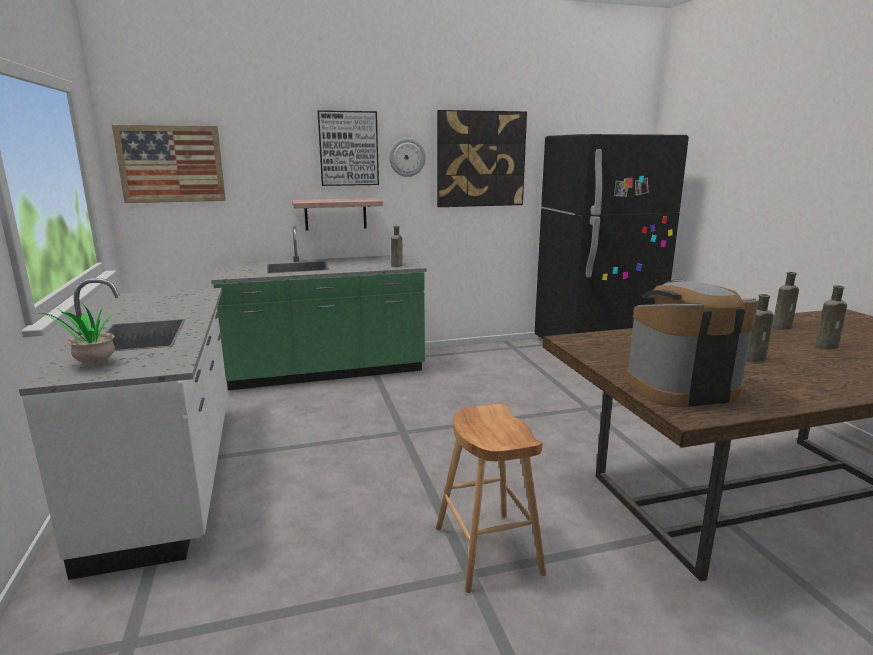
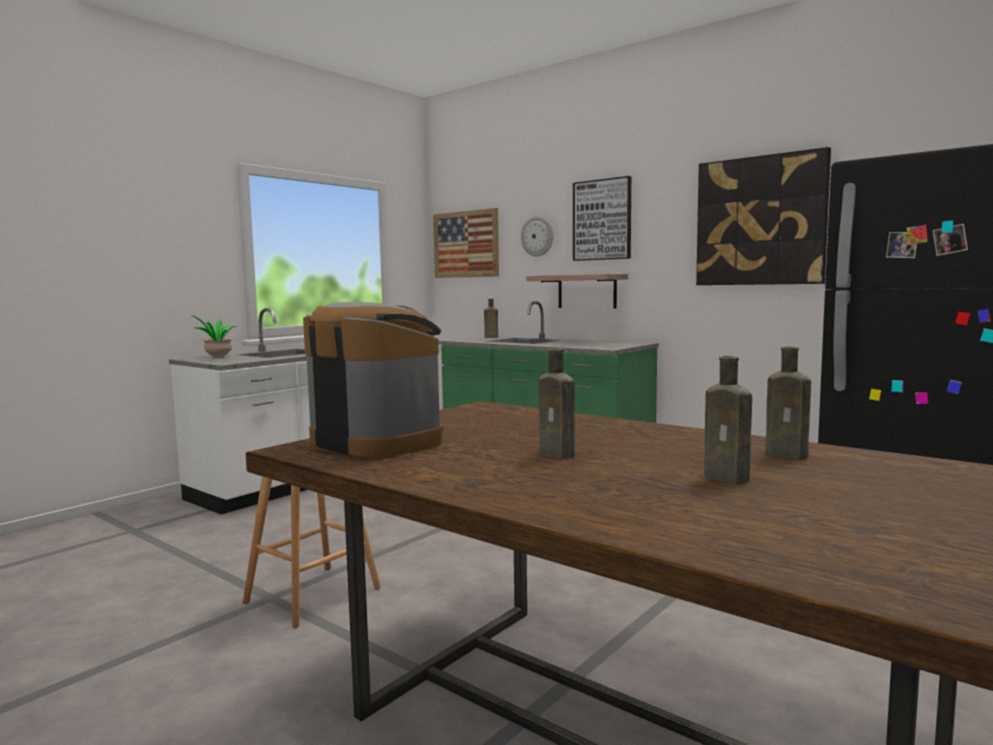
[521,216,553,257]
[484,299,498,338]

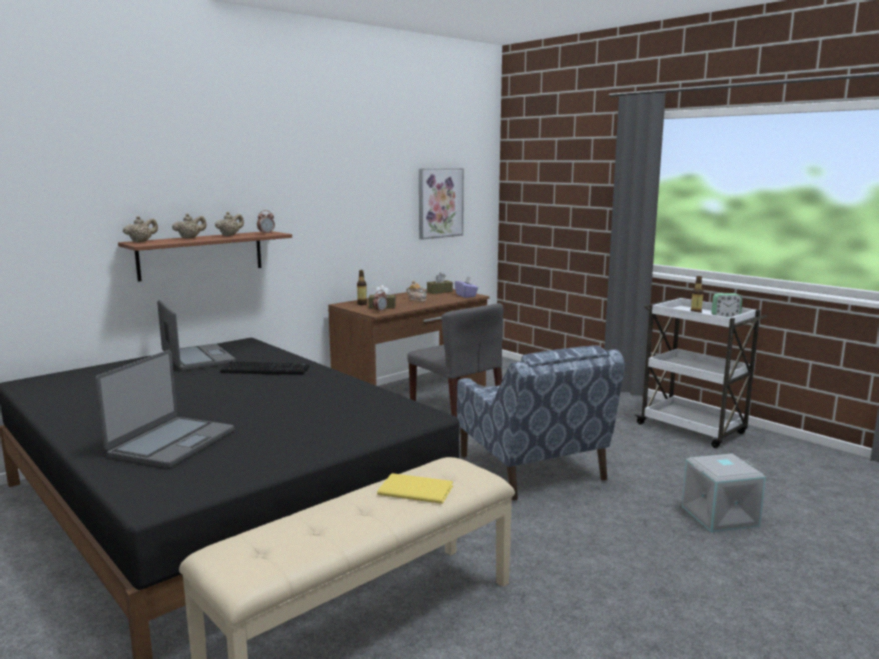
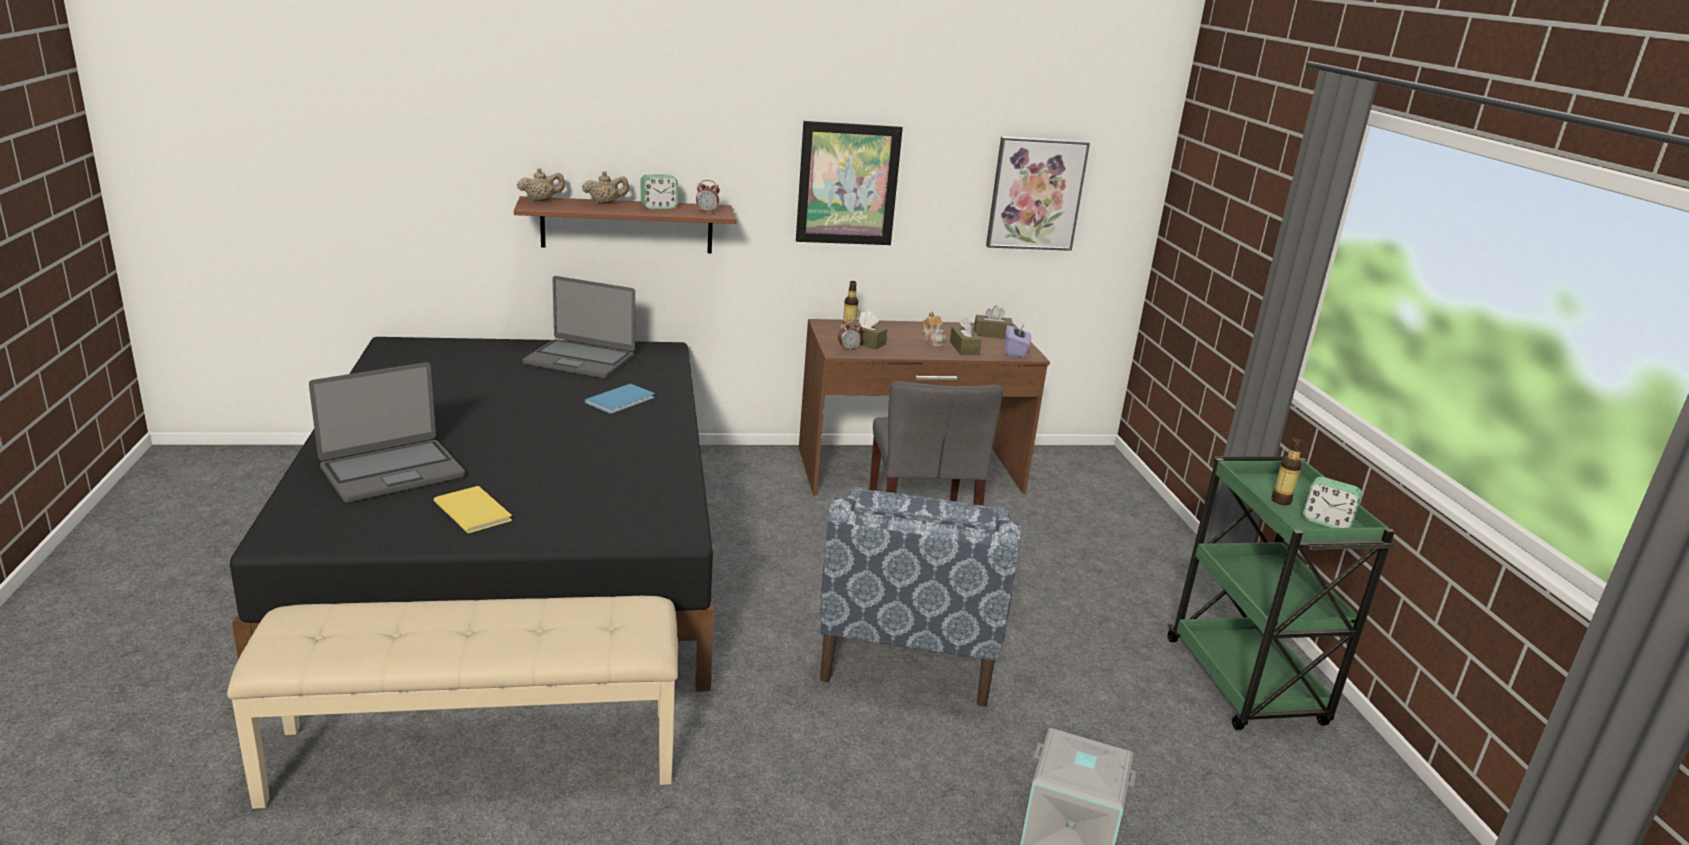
[522,276,635,378]
[641,174,678,209]
[584,384,655,414]
[434,486,512,533]
[1167,456,1396,730]
[796,121,903,245]
[950,317,981,355]

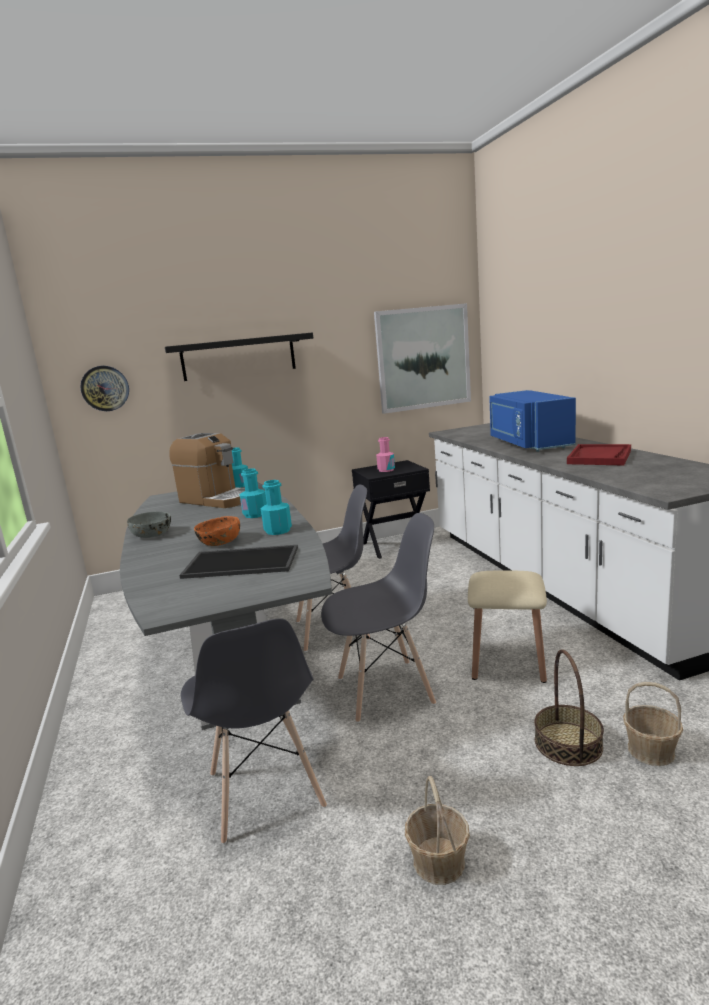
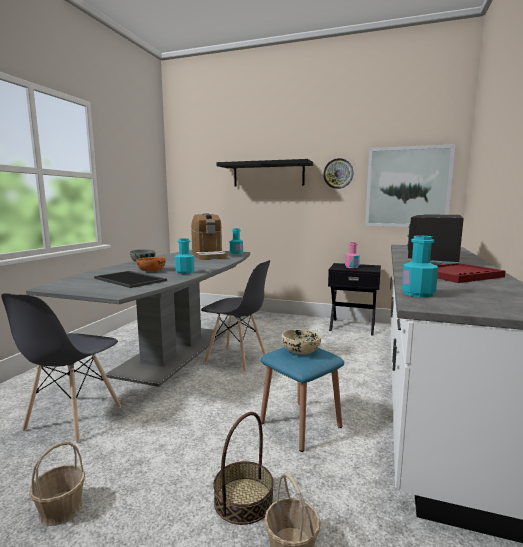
[323,158,353,189]
[402,236,438,297]
[321,513,436,723] (first image)
[260,347,344,452]
[407,214,464,264]
[282,329,321,354]

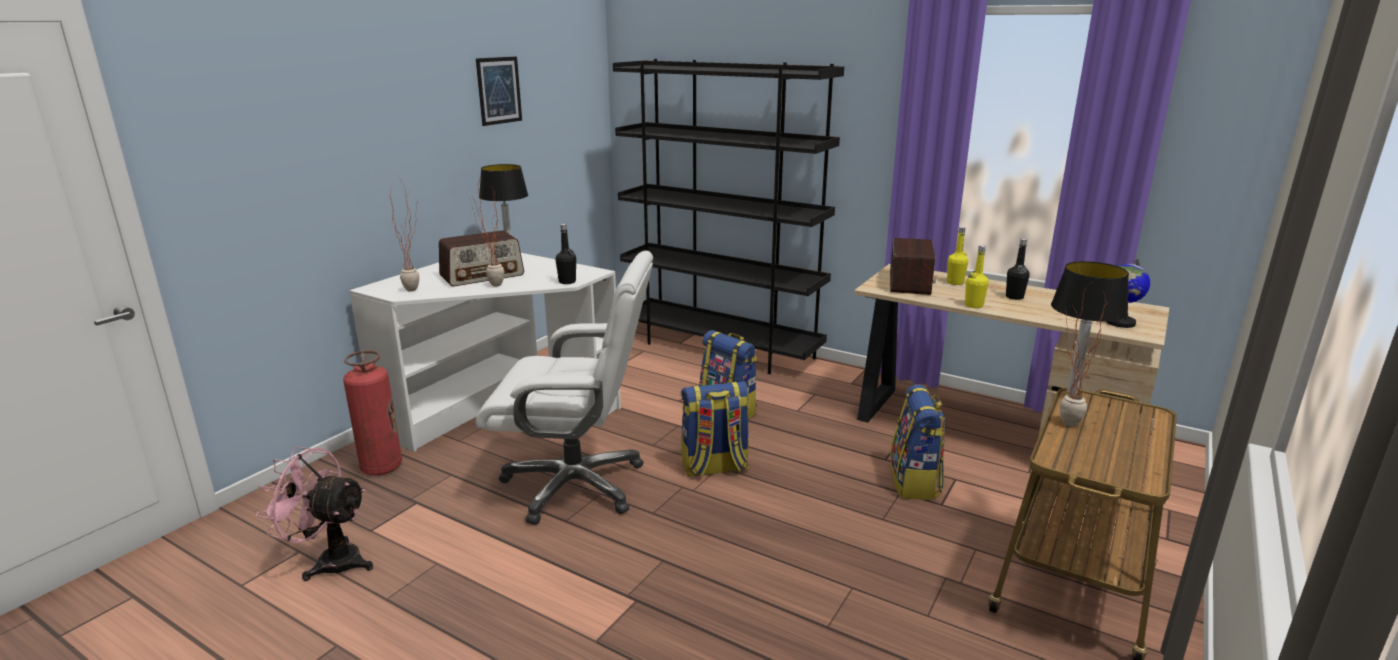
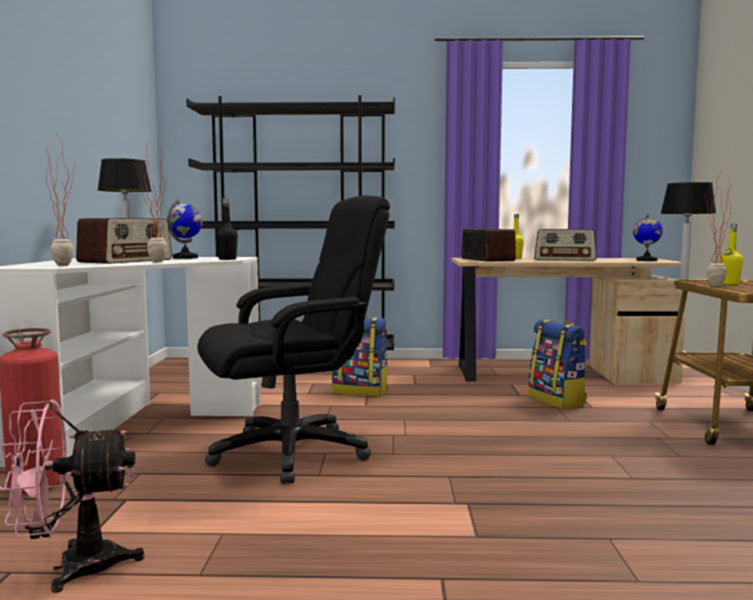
[476,56,522,126] (first image)
[198,195,390,484]
[681,381,749,478] (first image)
[720,224,743,285]
[534,229,597,261]
[167,199,202,259]

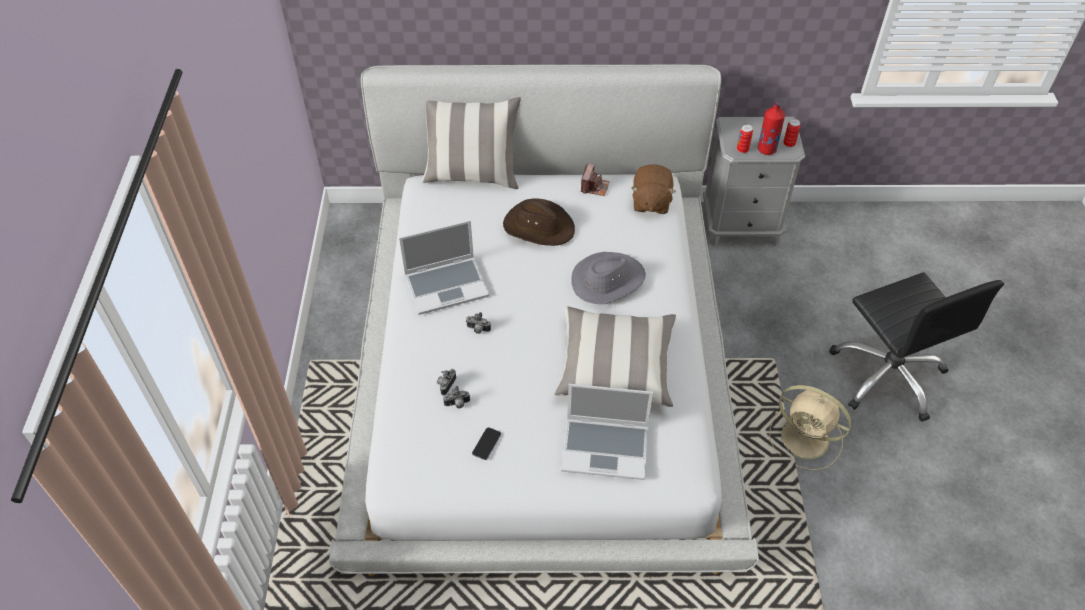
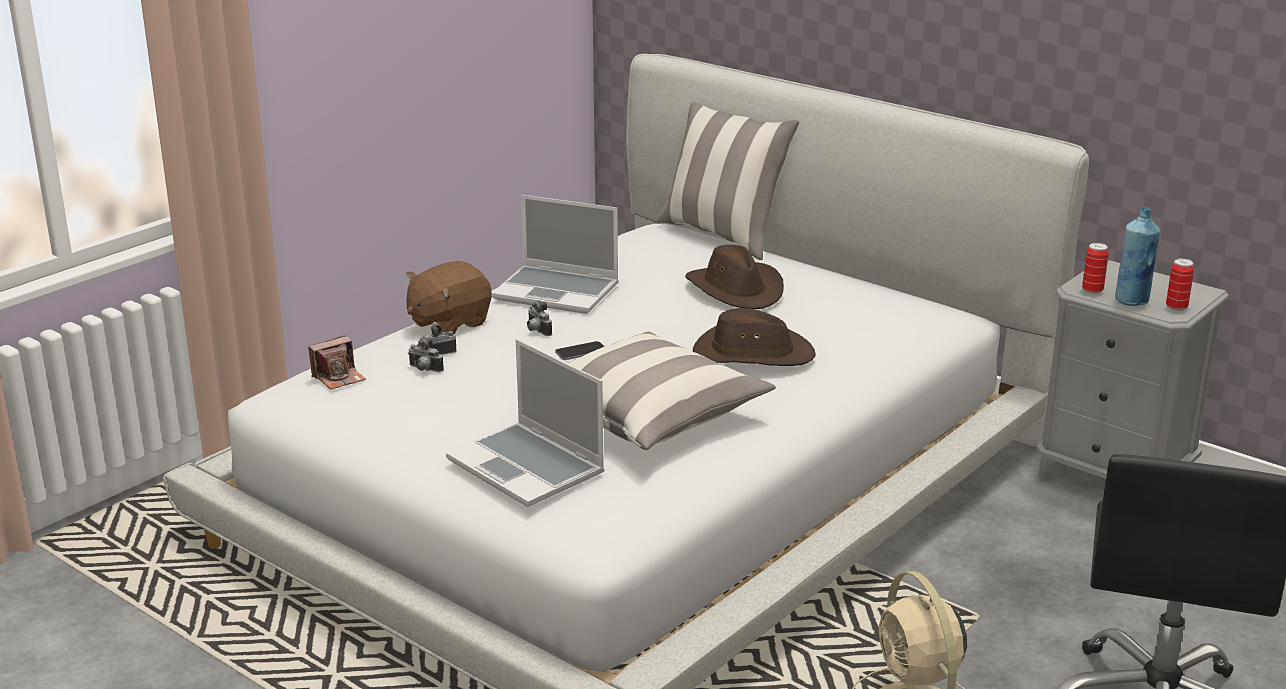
[555,341,605,360]
[693,308,816,366]
[308,335,366,390]
[406,261,492,334]
[1115,207,1160,306]

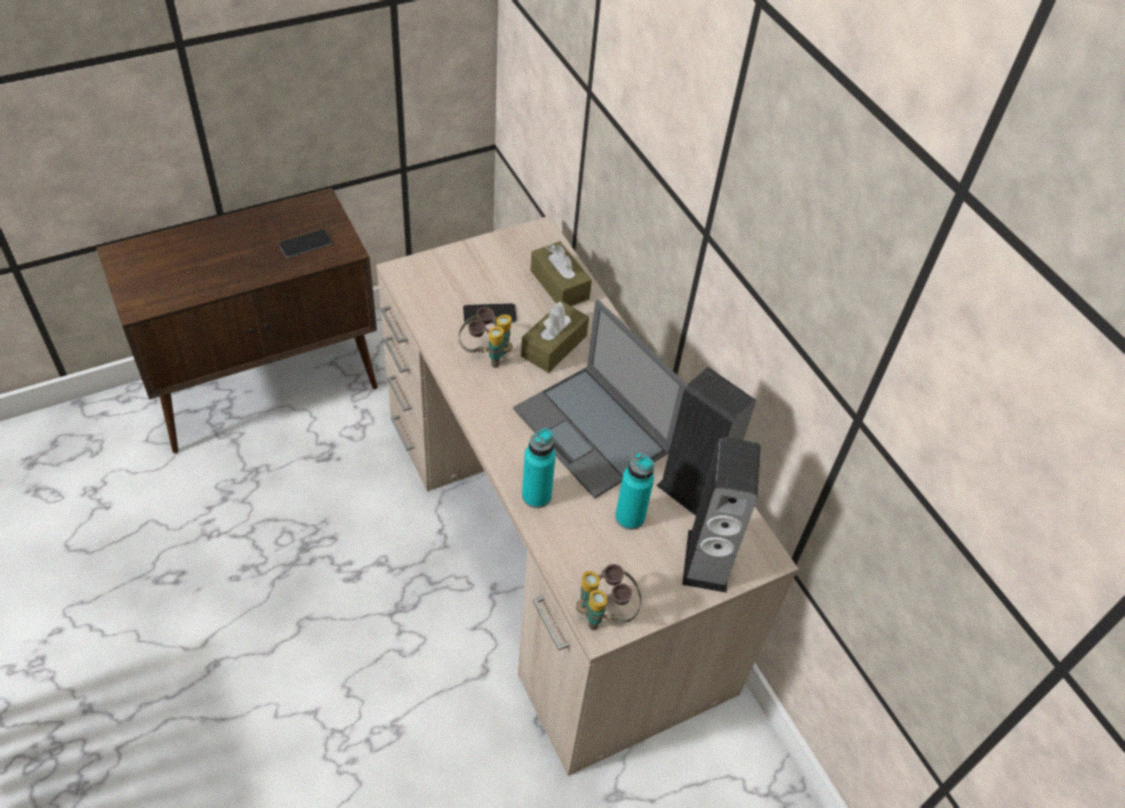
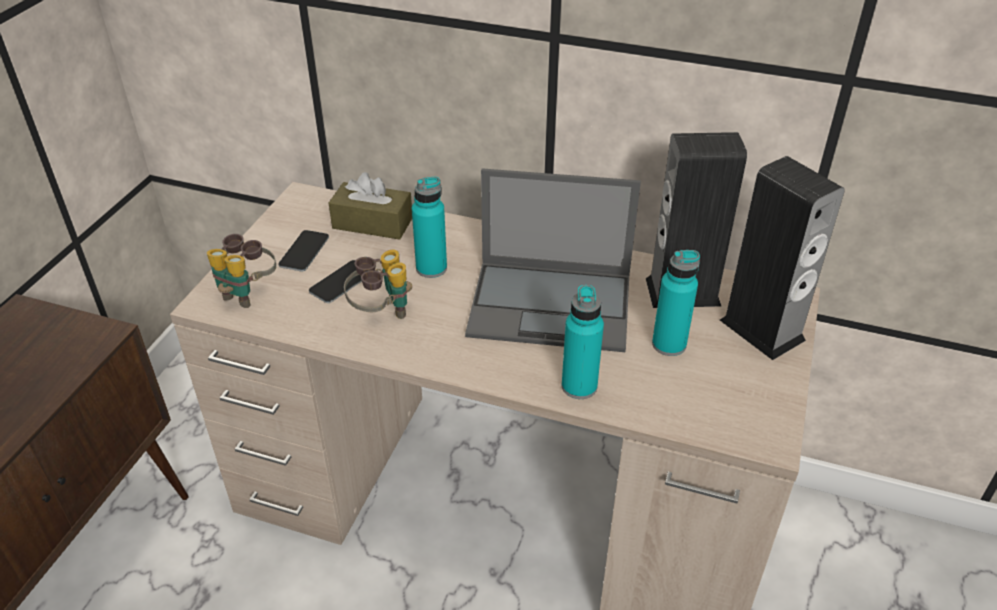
[279,230,329,271]
[412,177,447,278]
[207,234,276,308]

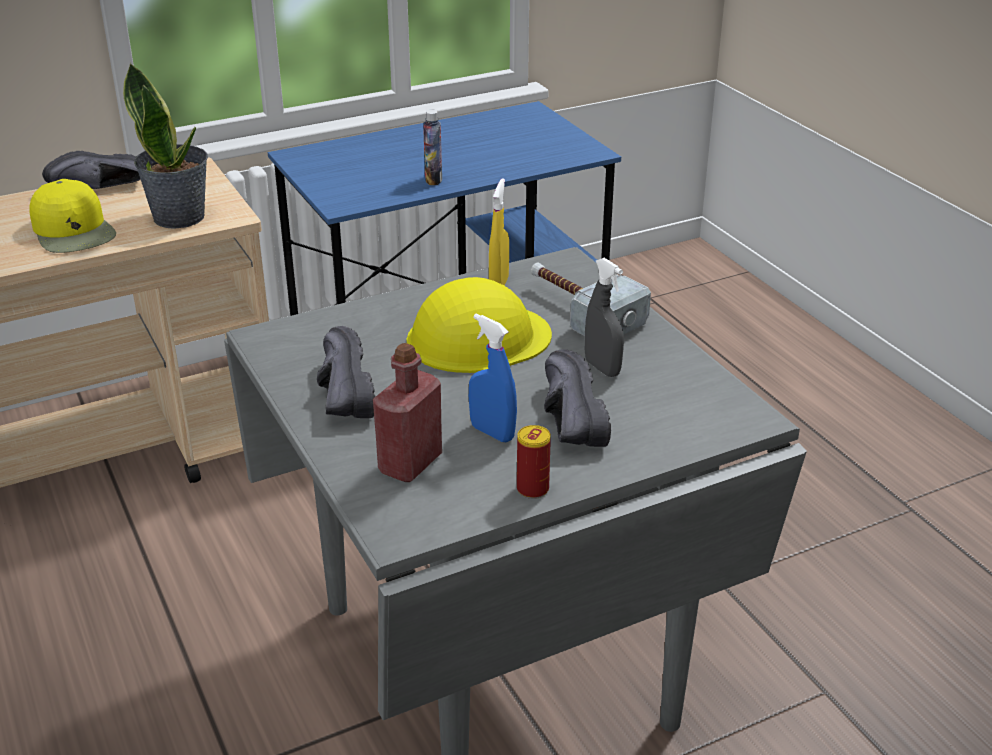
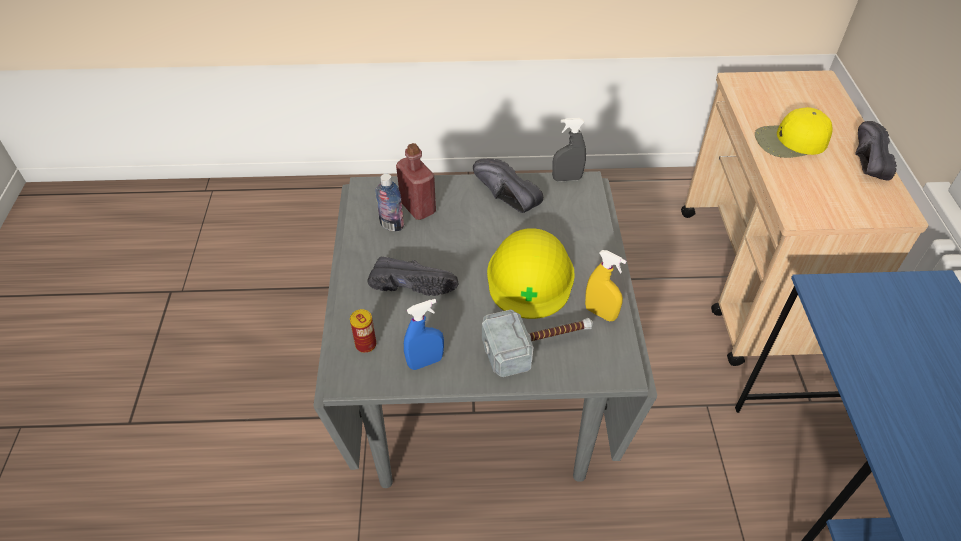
[123,63,208,229] (first image)
[473,158,543,213]
[375,174,404,231]
[404,299,444,370]
[350,309,376,353]
[552,118,586,182]

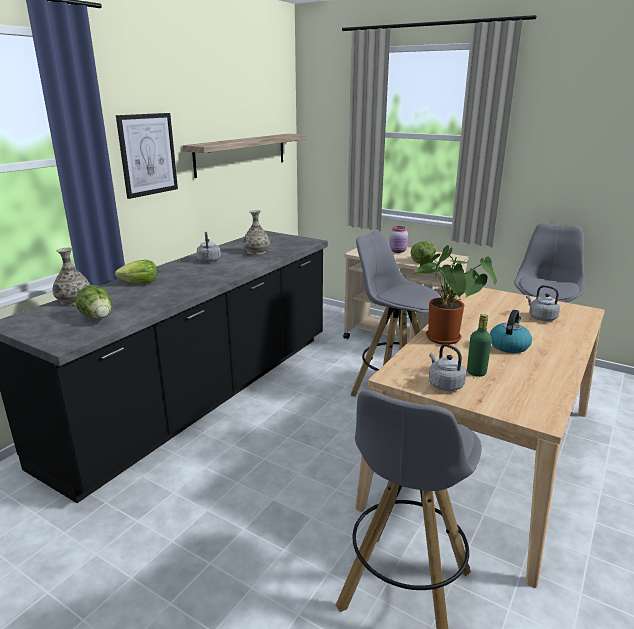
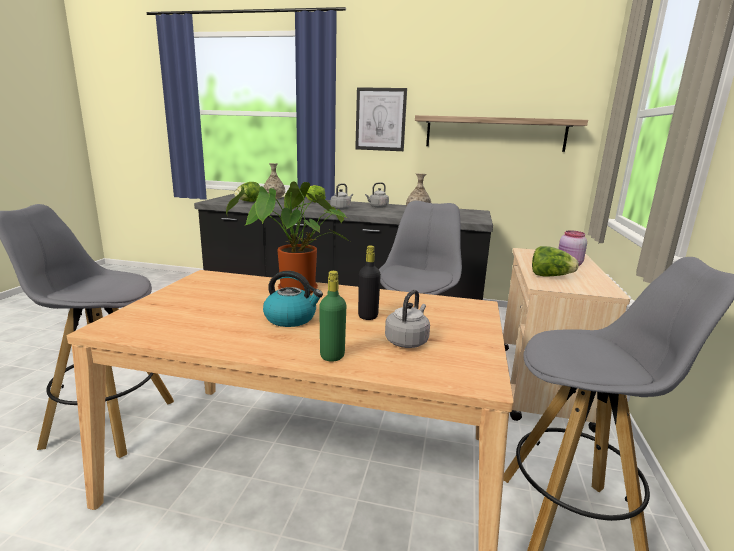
[331,183,353,210]
[319,271,346,362]
[358,246,381,320]

